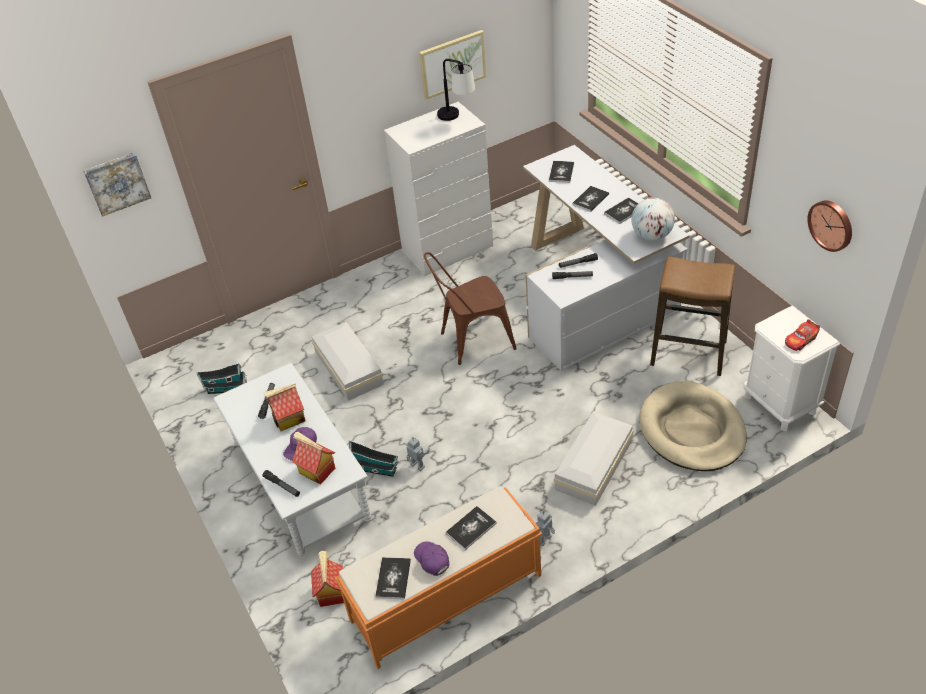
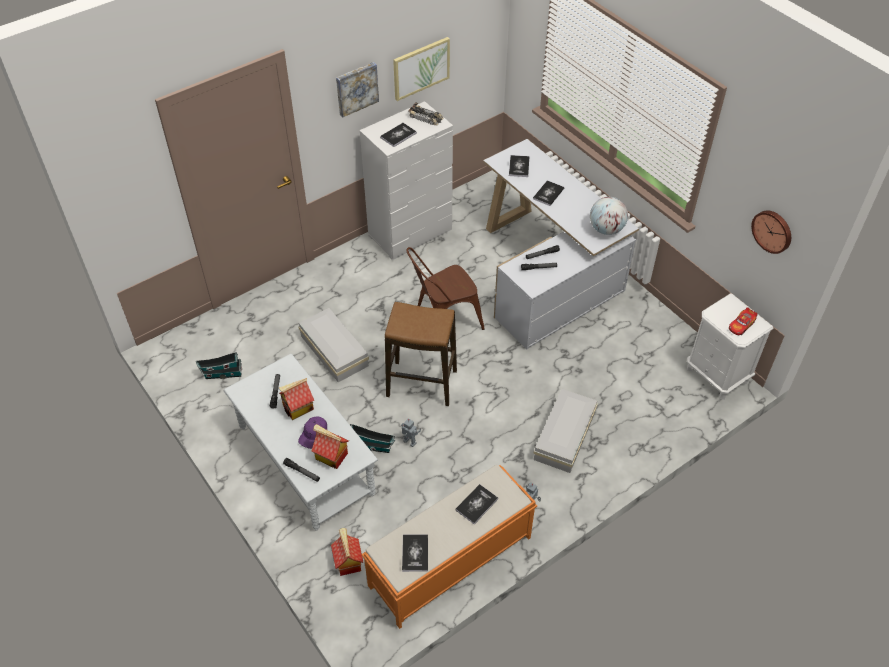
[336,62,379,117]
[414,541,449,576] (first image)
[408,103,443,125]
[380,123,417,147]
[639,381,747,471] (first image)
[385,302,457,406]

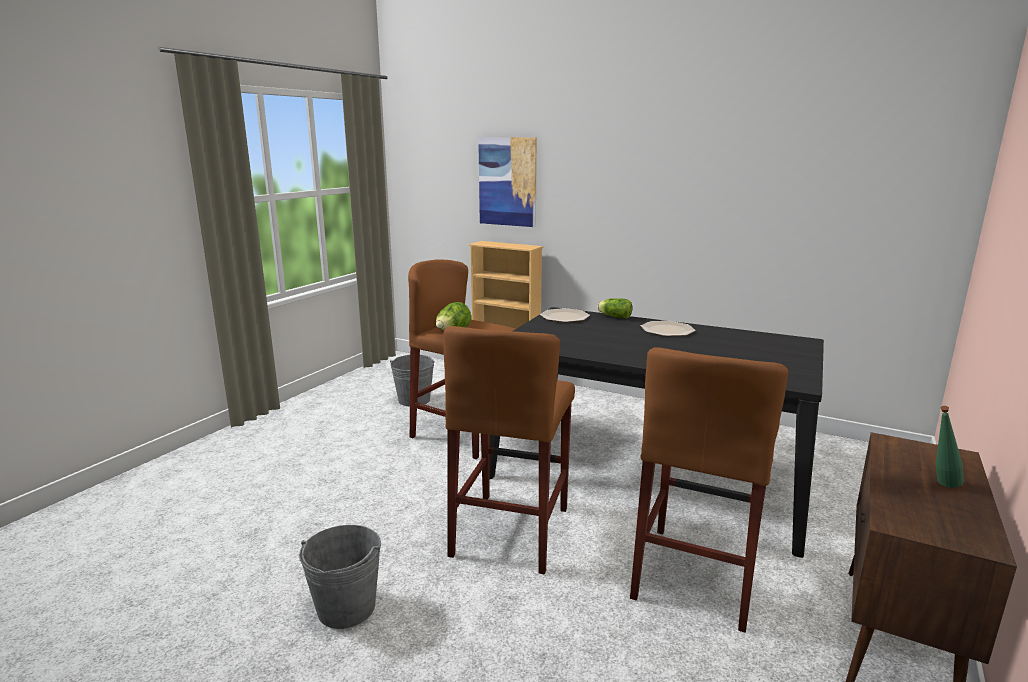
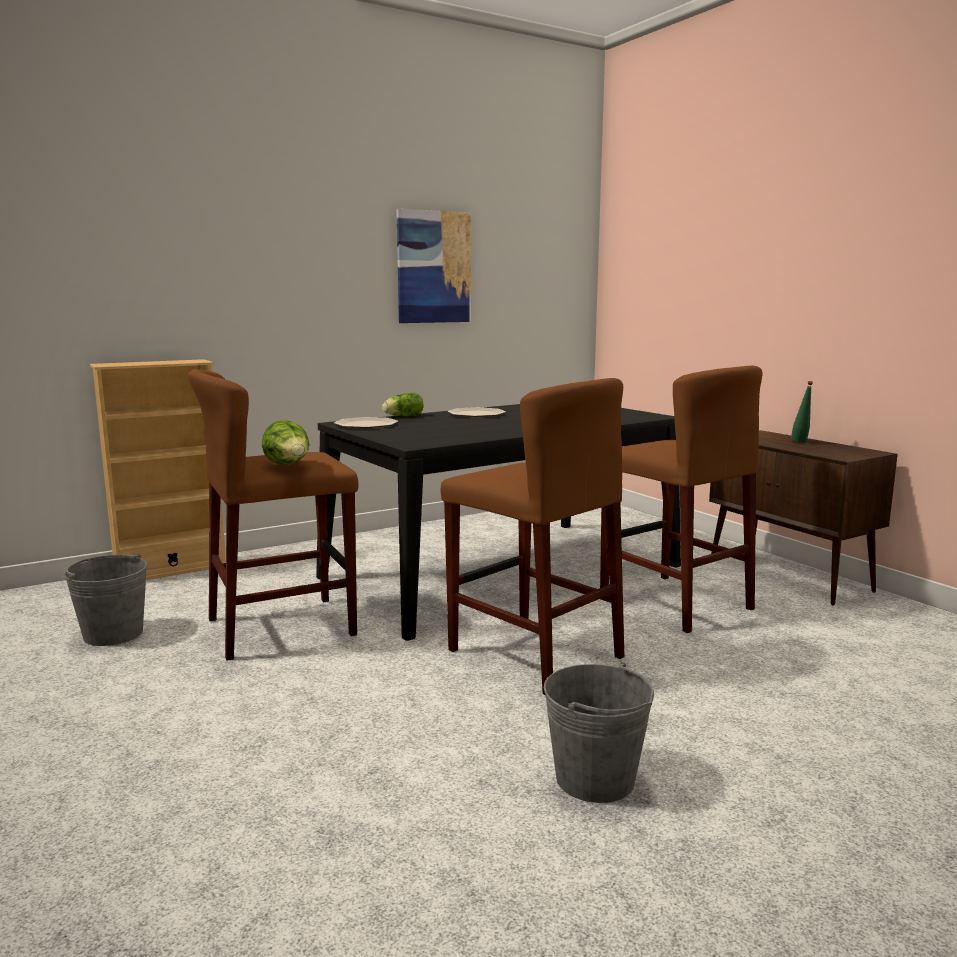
[396,209,471,323]

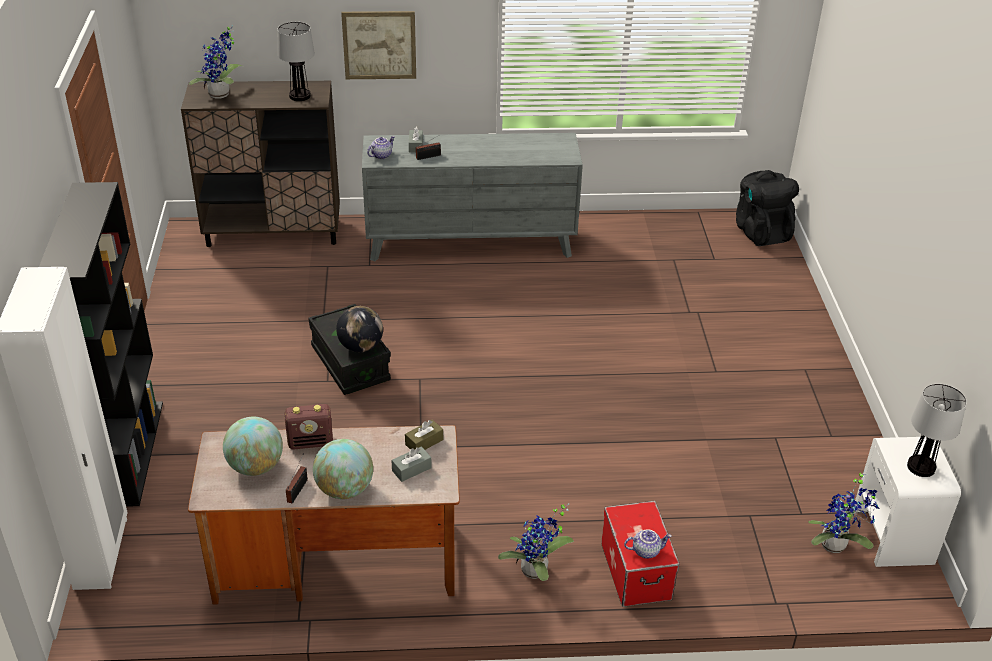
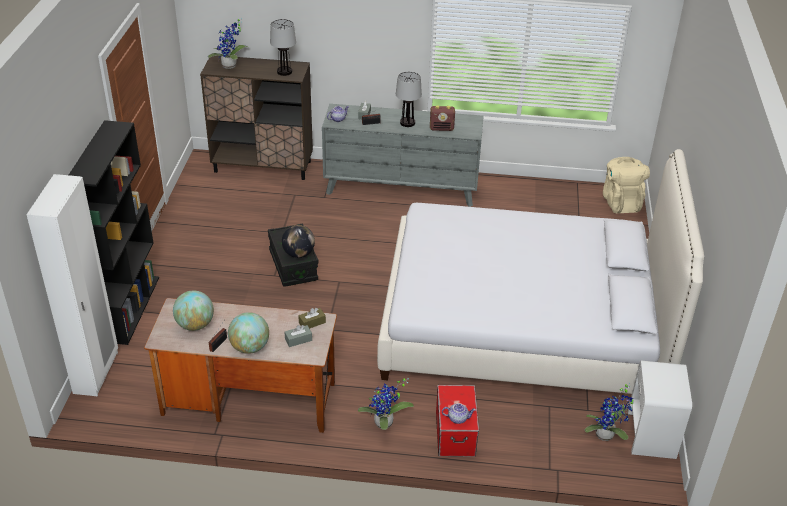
[430,106,455,131]
[341,11,416,79] (first image)
[603,157,650,213]
[396,72,422,127]
[377,149,704,394]

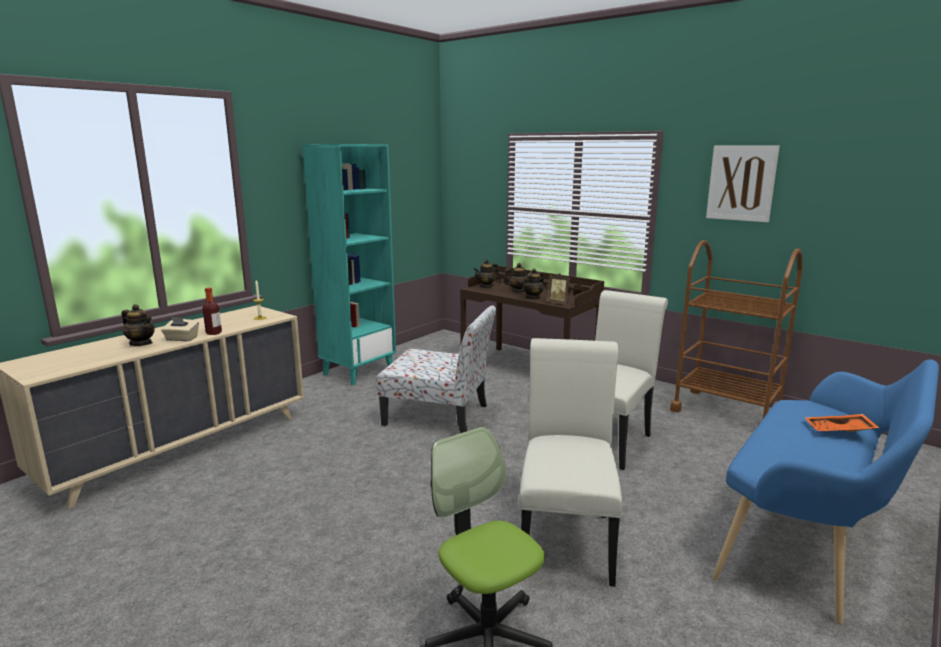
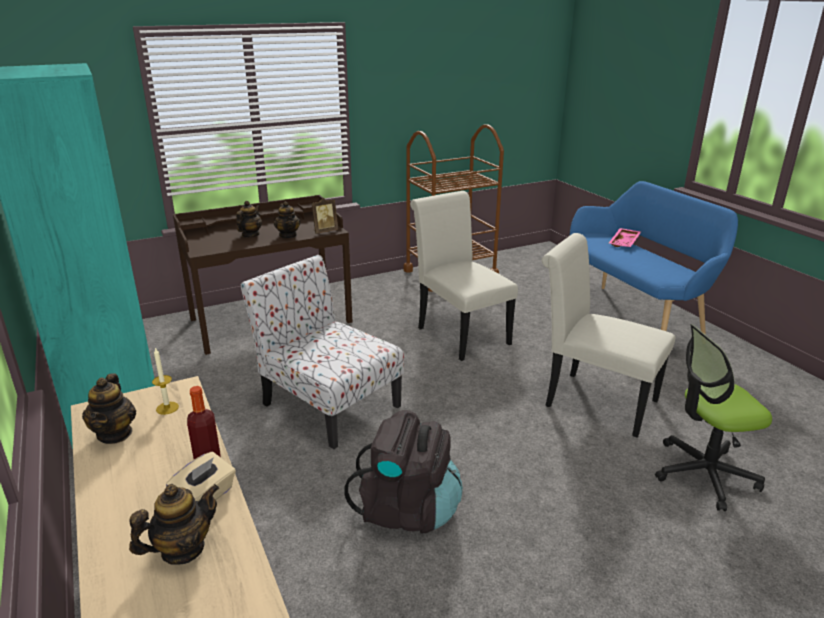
[241,255,404,449]
[82,373,136,444]
[706,145,780,222] (first image)
[609,228,641,247]
[345,410,463,533]

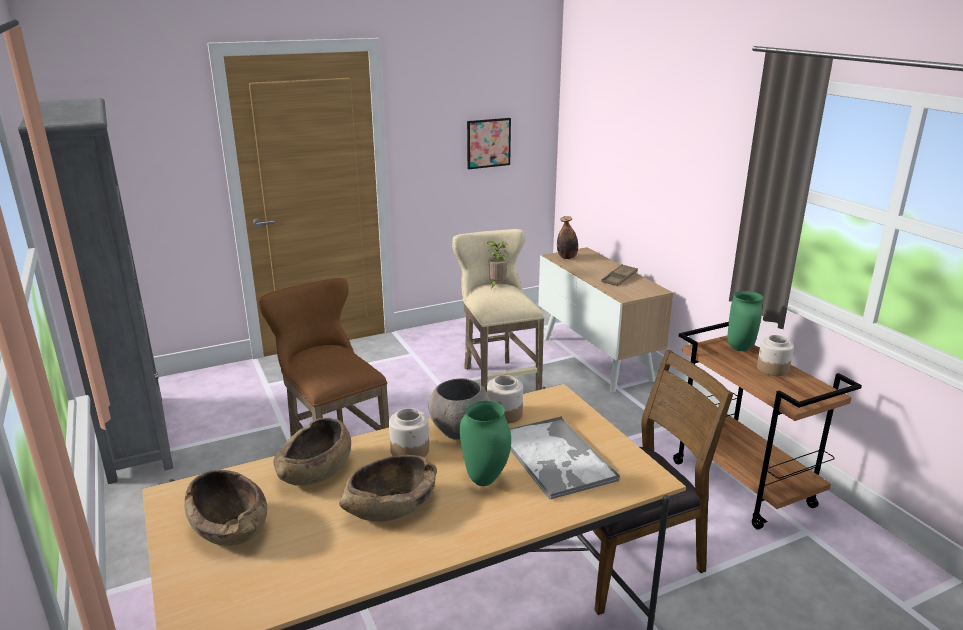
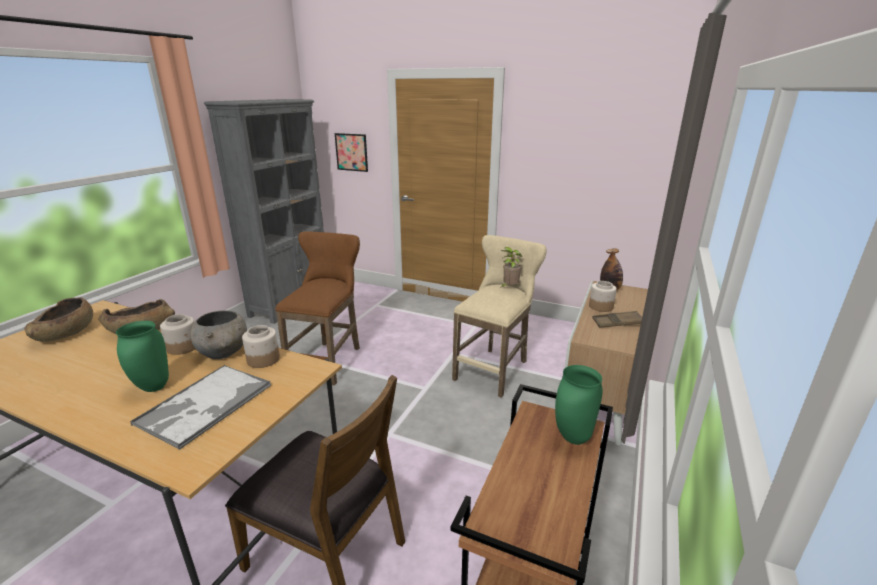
[339,455,437,522] (first image)
[335,133,368,172]
[589,281,617,312]

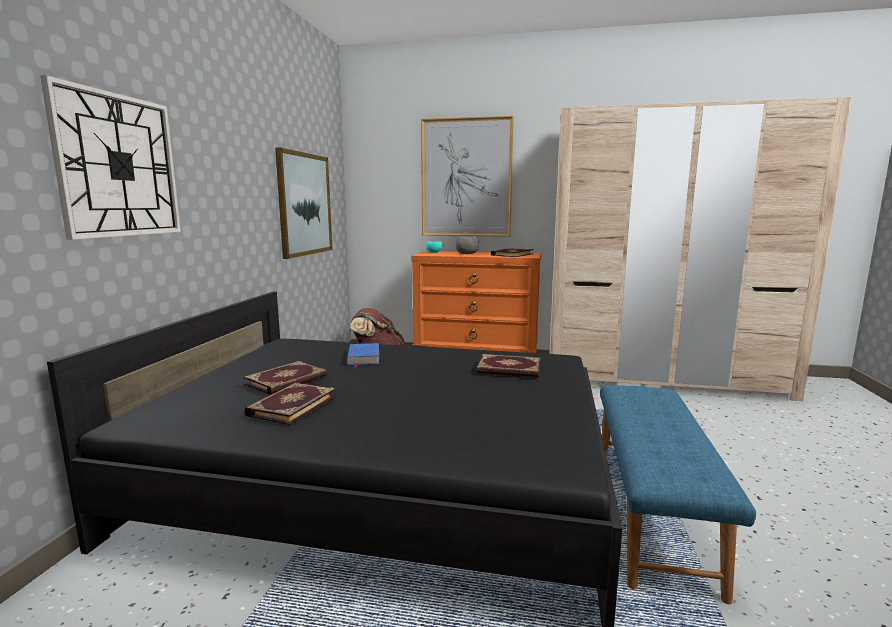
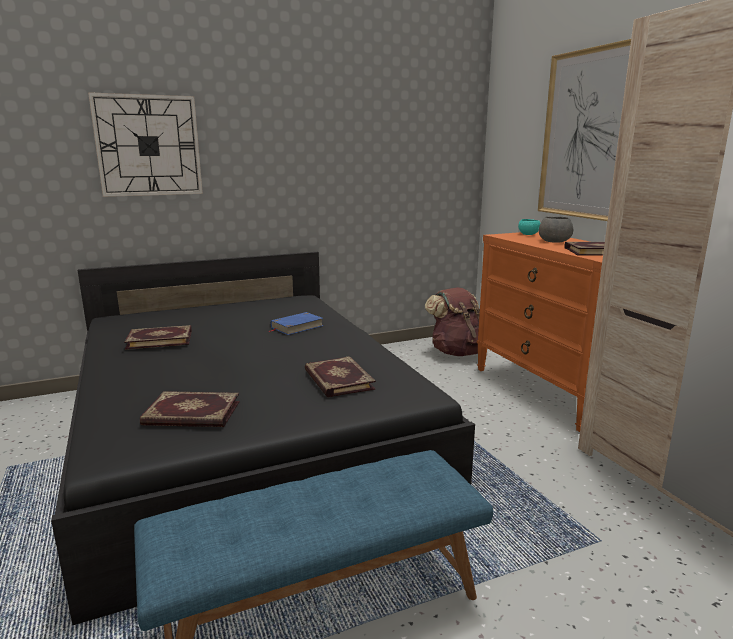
[140,391,240,427]
[275,147,332,259] (first image)

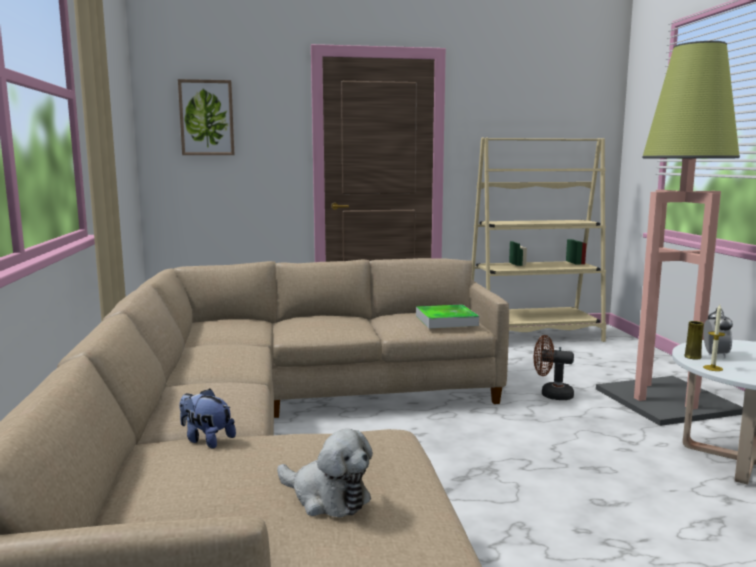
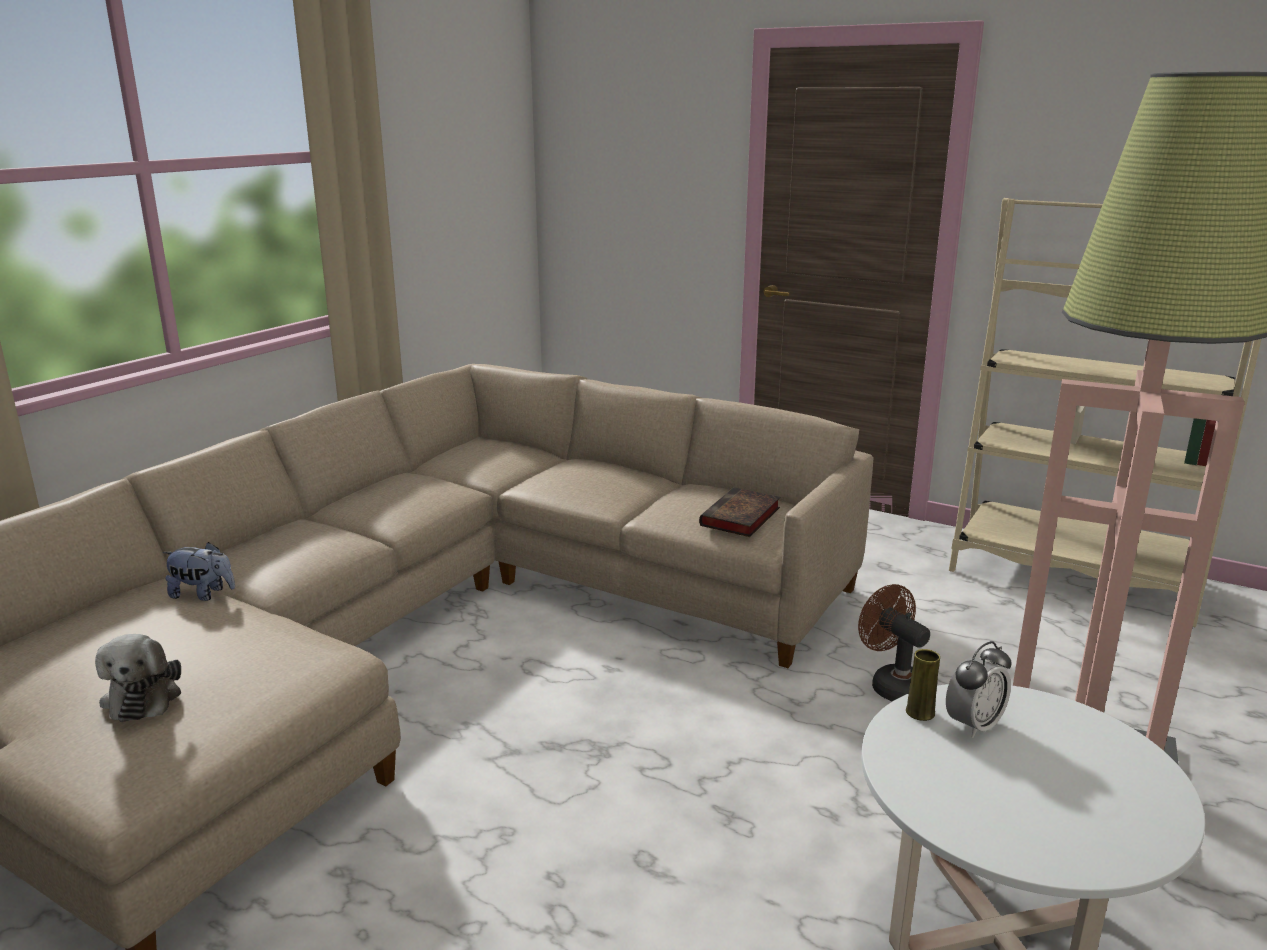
[178,79,234,155] (first image)
[163,542,235,601]
[699,487,780,537]
[703,305,725,371] (first image)

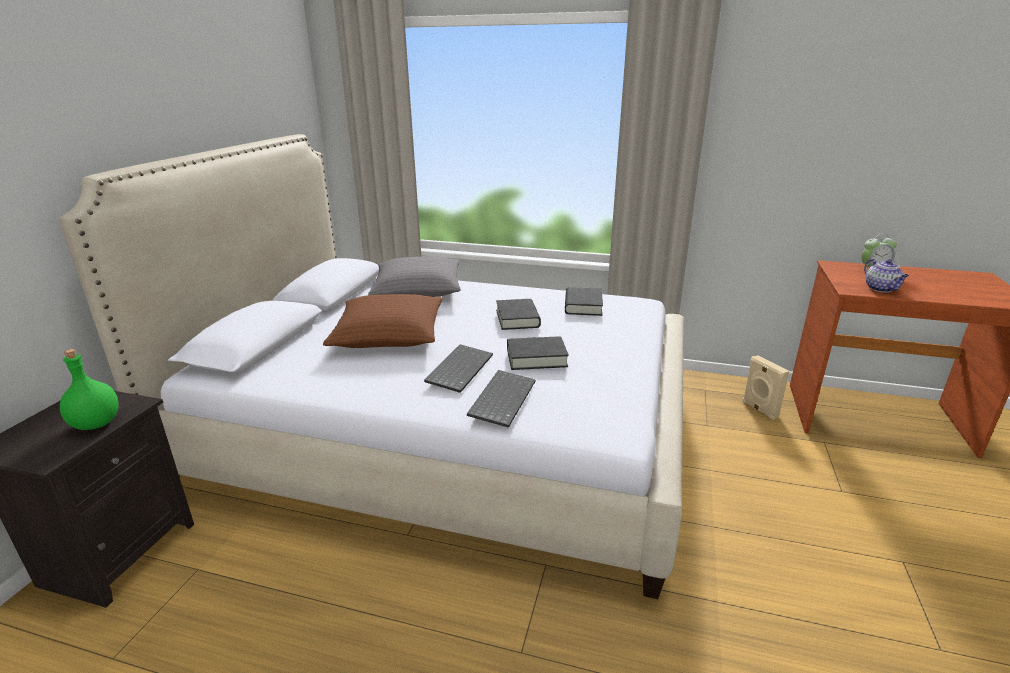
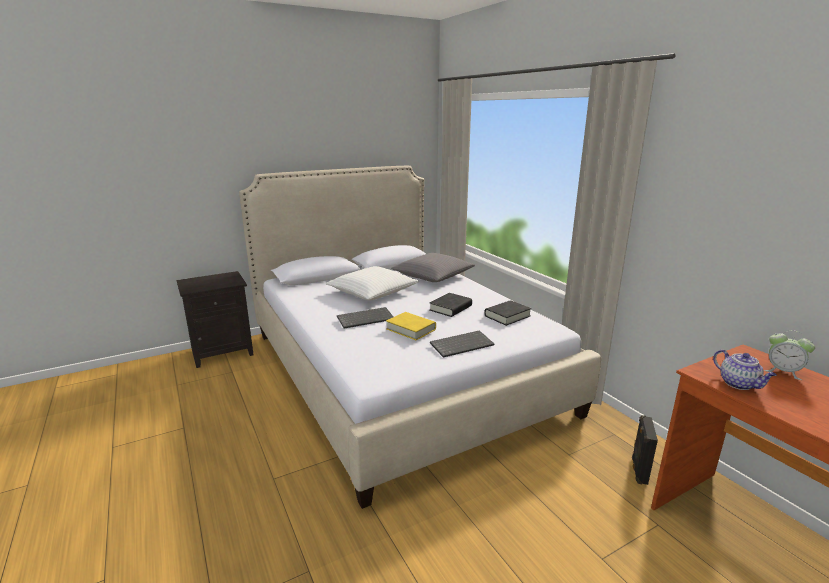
[60,349,119,430] (first image)
[326,266,419,300]
[430,330,494,358]
[386,312,436,340]
[632,415,658,485]
[713,349,777,390]

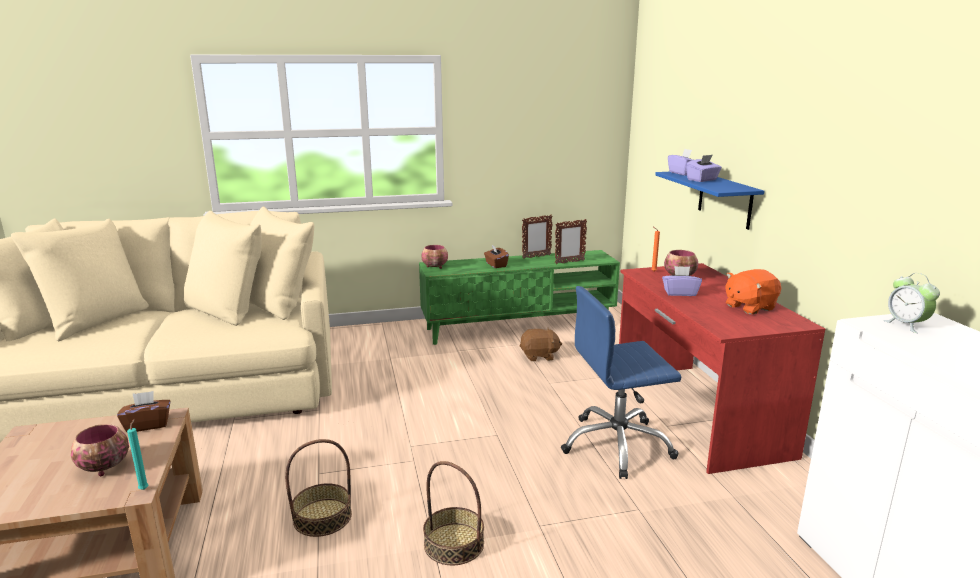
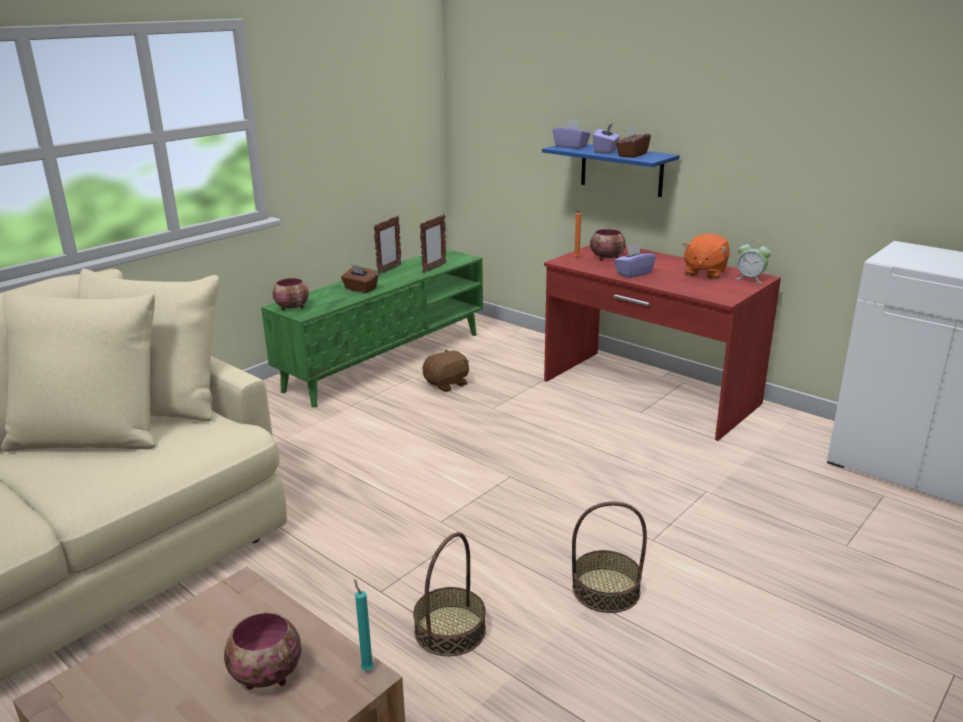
[616,126,651,158]
[561,286,681,479] (first image)
[735,240,771,283]

